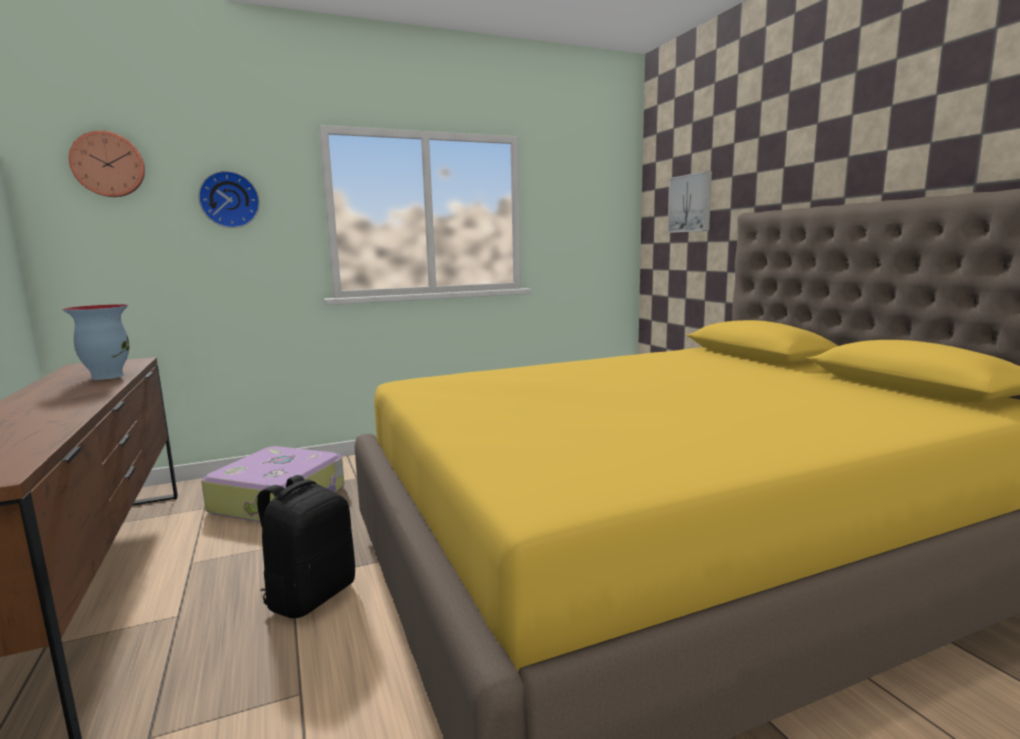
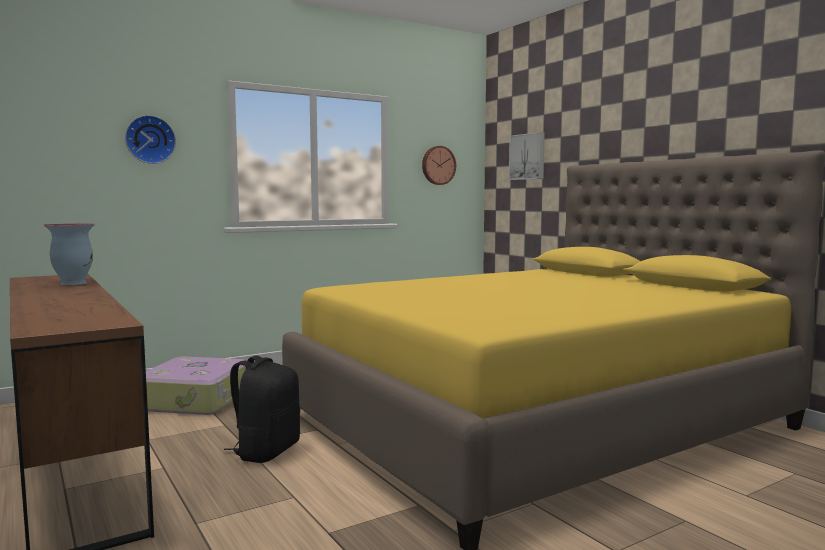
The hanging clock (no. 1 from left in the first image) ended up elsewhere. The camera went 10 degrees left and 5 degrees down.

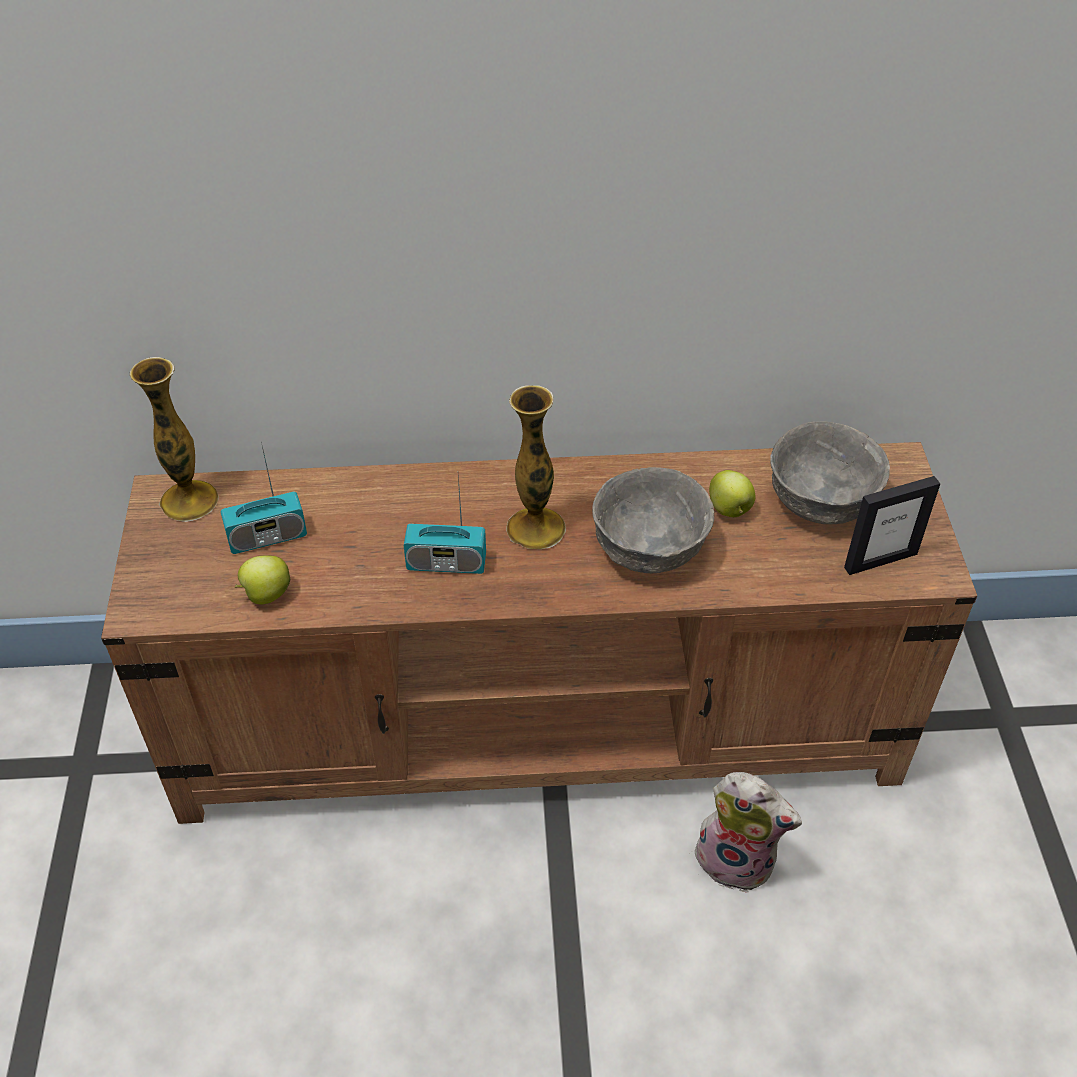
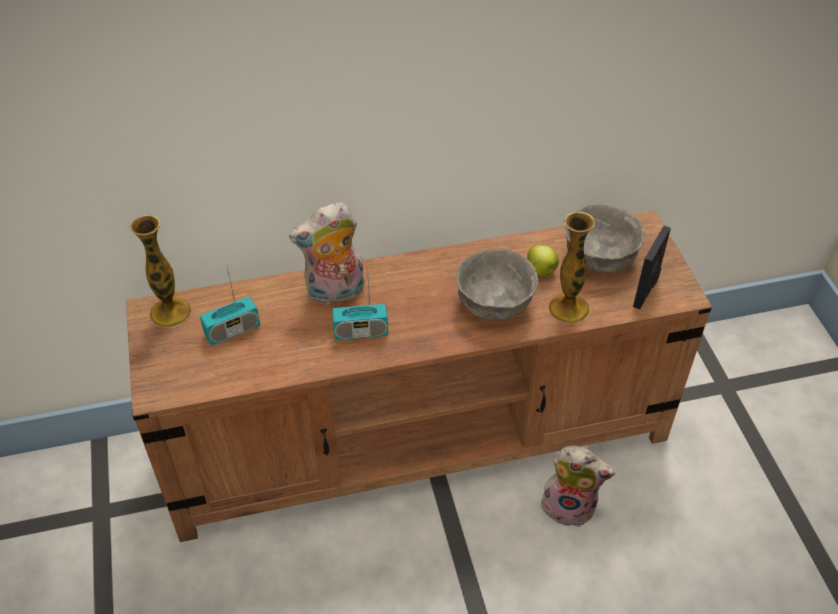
The second view gained the soft toy (no. 1 from left). The vase (no. 2 from left) ended up elsewhere. The standing frame ended up facing another way, 150 degrees clockwise from before. The second view lost the apple fruit (no. 1 from left). The camera went 10 degrees left and 0 degrees up.

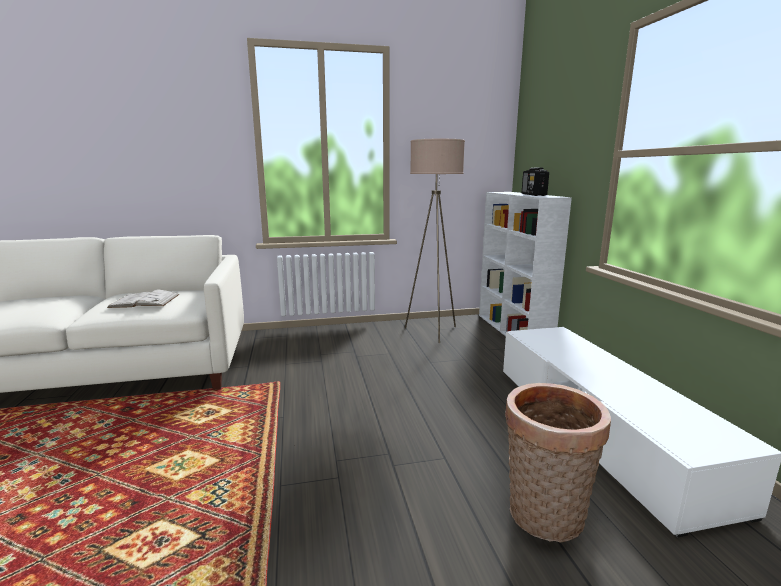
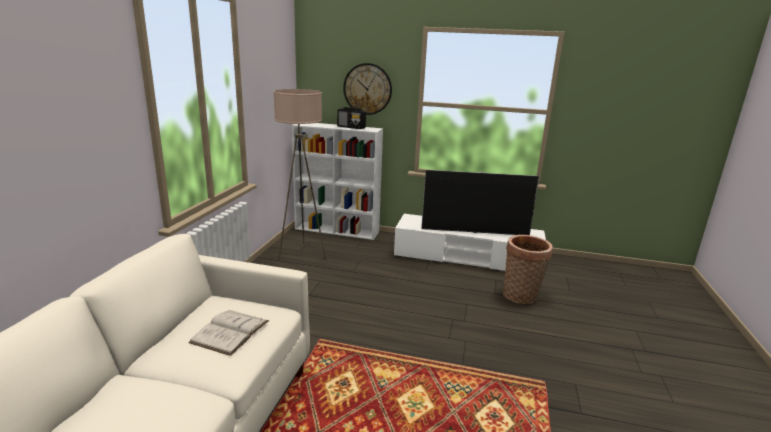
The second view gained the hanging clock. The second view gained the television. The camera went 65 degrees left and 5 degrees up.

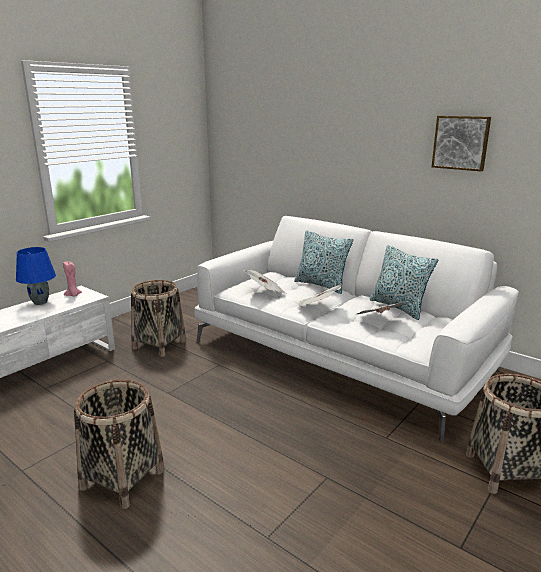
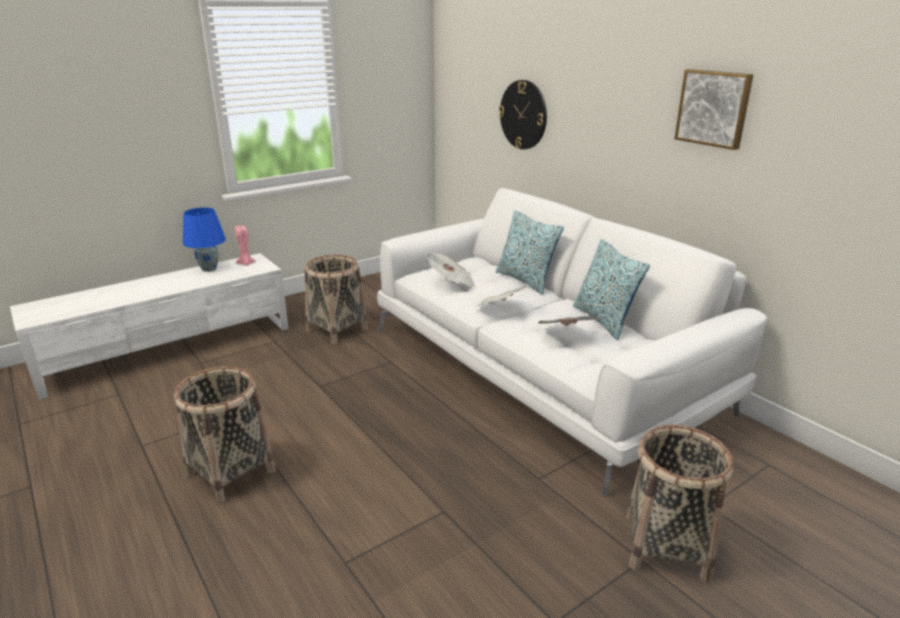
The second view gained the hanging clock. The camera went 15 degrees right and 5 degrees up.

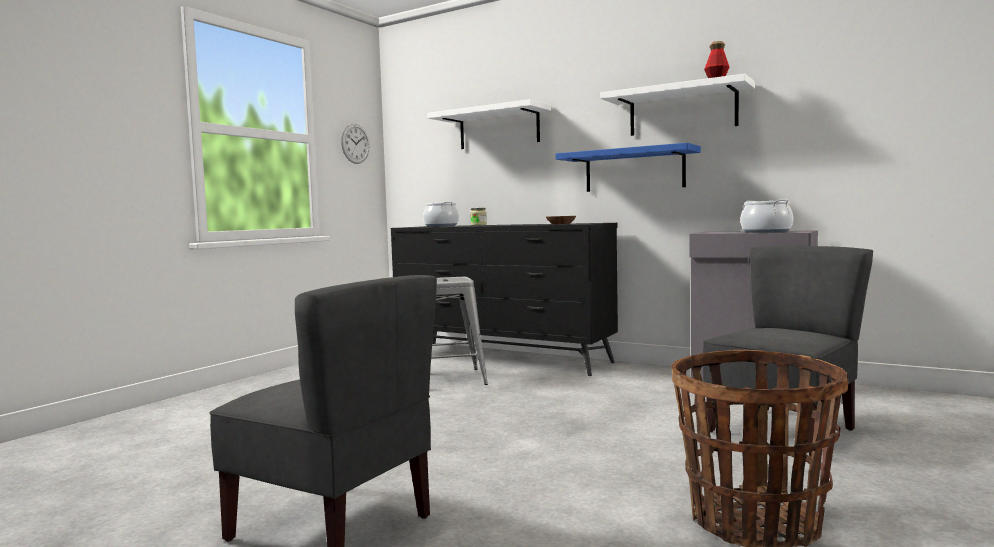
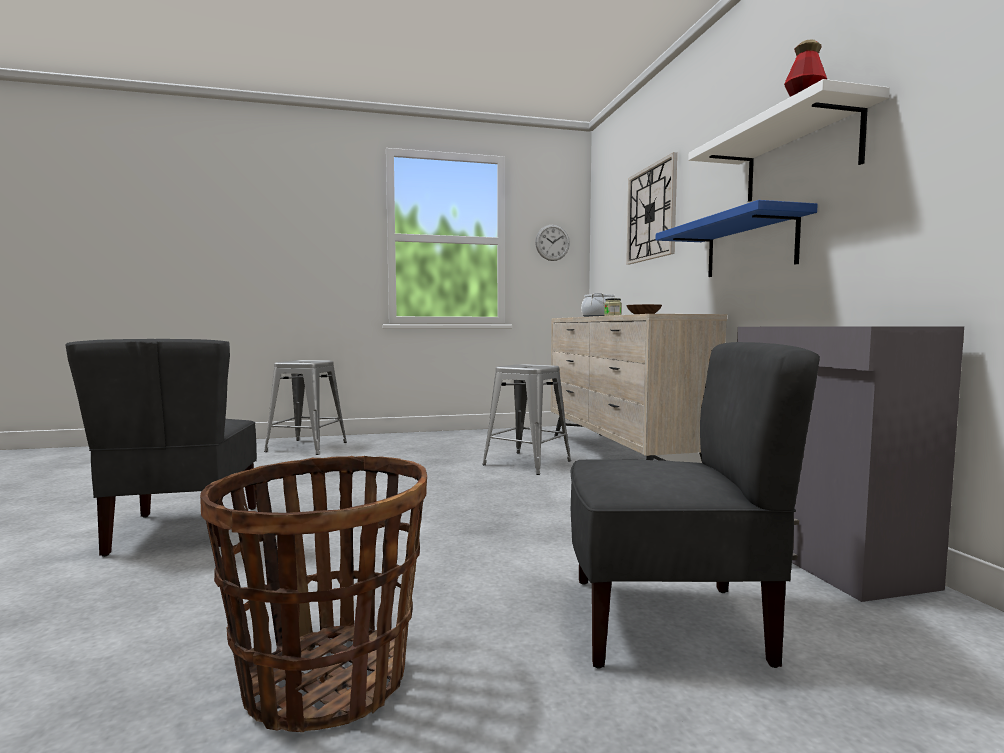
The second view gained the stool seat (gray) (no. 1 from left). What was the chest of drawers (black) turned into the chest of drawers (sand-coloured). Where the bracket shelf (white) (no. 1 from left) hung, the hanging clock (no. 2 from left) came to hang. The second view lost the cooking pot (no. 2 from left). The camera went 45 degrees right and 0 degrees up.

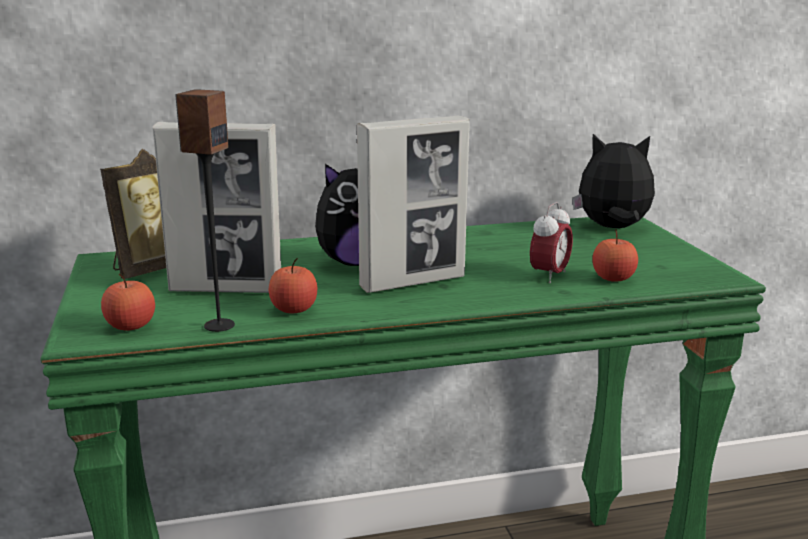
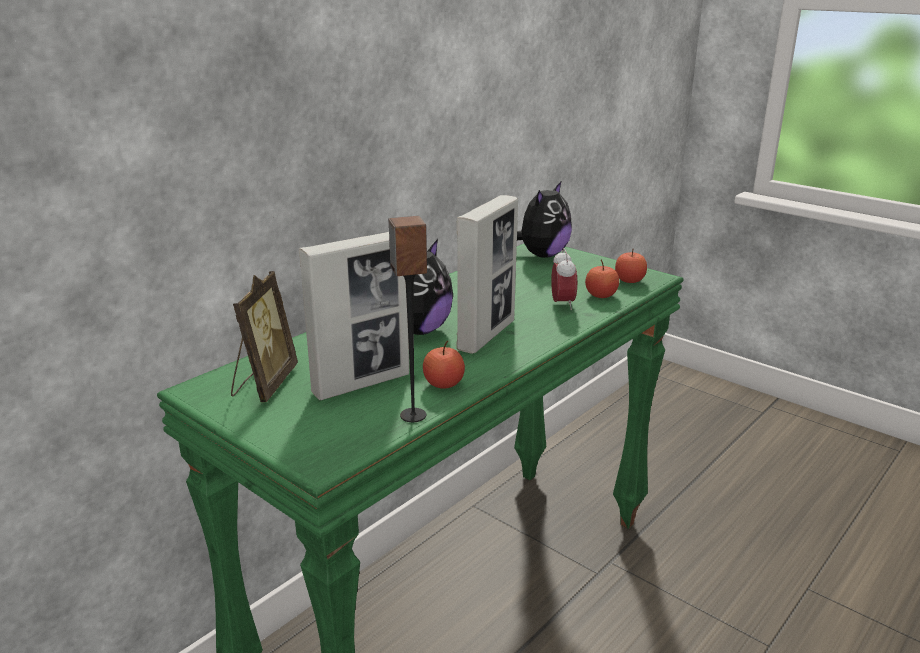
The soft toy (no. 2 from left) ended up facing another way, 150 degrees clockwise from before. The apple fruit (no. 1 from left in the first image) ended up elsewhere. The camera went 35 degrees left and 5 degrees up.

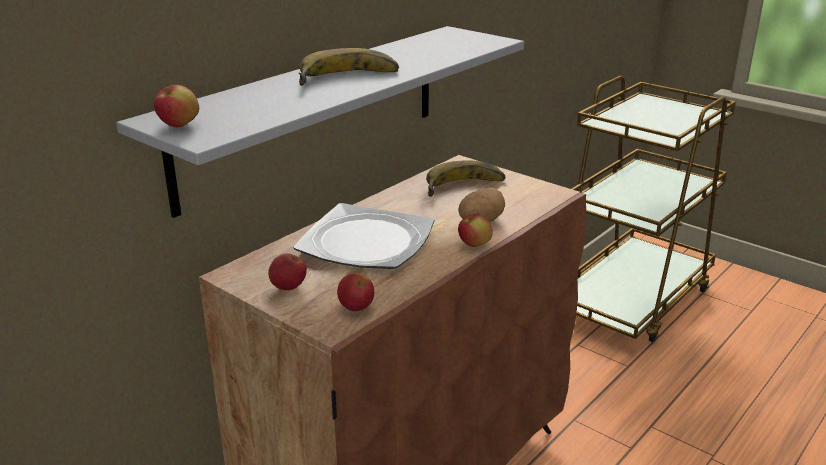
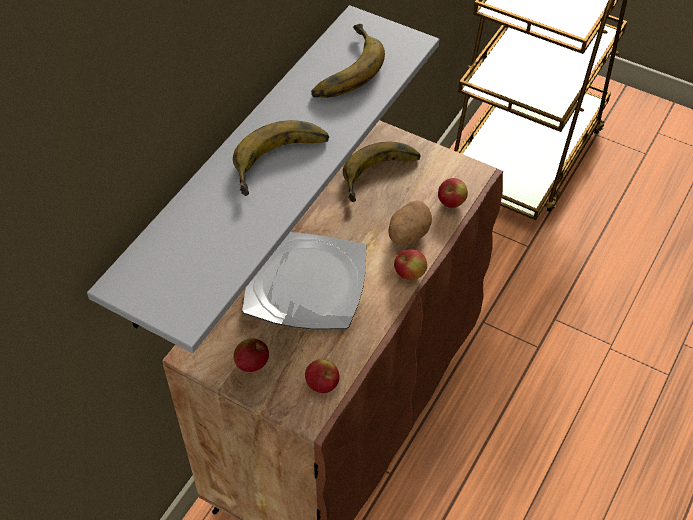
The second view gained the banana (no. 2 from left). The apple fruit (no. 1 from left in the first image) ended up elsewhere. The camera went 10 degrees left and 25 degrees up.

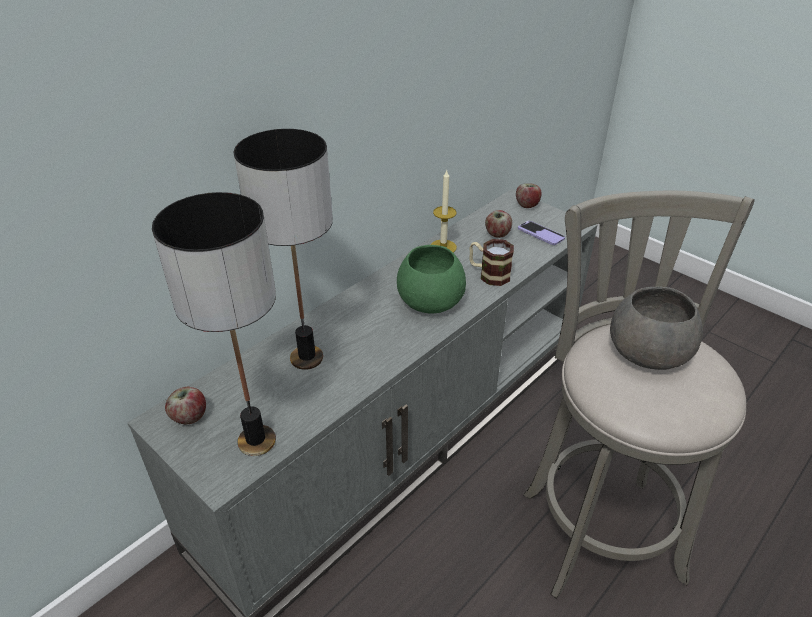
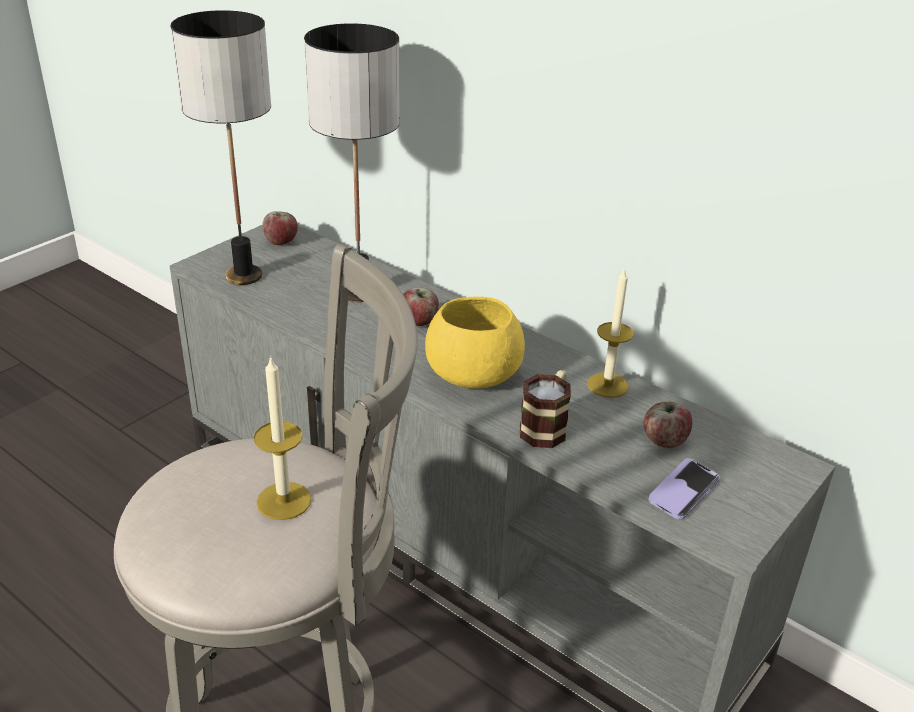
Where the deep dish (gray) stood, the wax light (no. 1 from left) came to stand. The apple fruit (no. 3 from left in the first image) ended up elsewhere. What was the deep dish (green-coloured) turned into the deep dish (yellow). The camera went 85 degrees right and 5 degrees down.

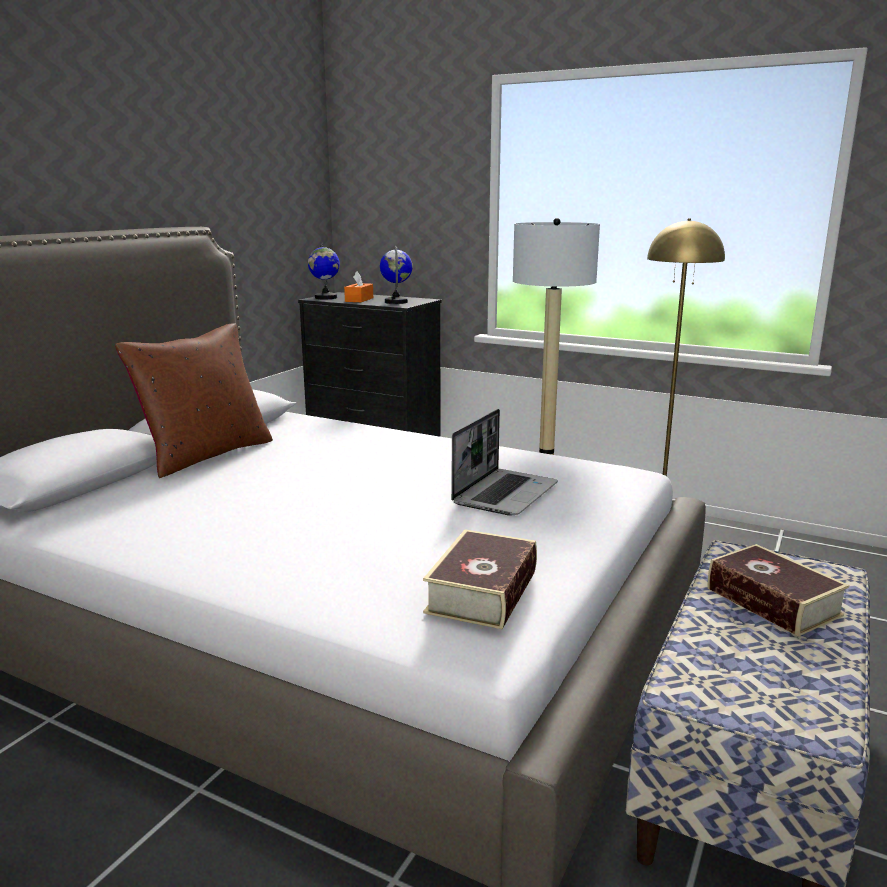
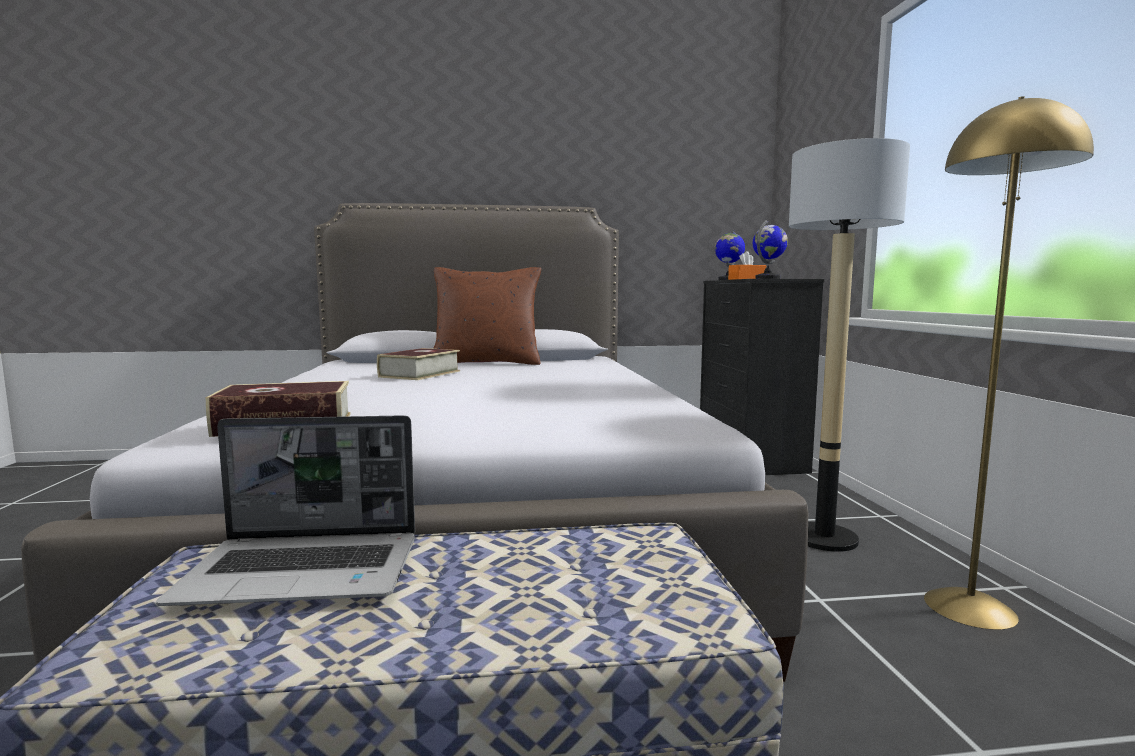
The laptop ended up elsewhere. The volume (no. 2 from left) ended up elsewhere. The camera went 55 degrees right and 10 degrees down.

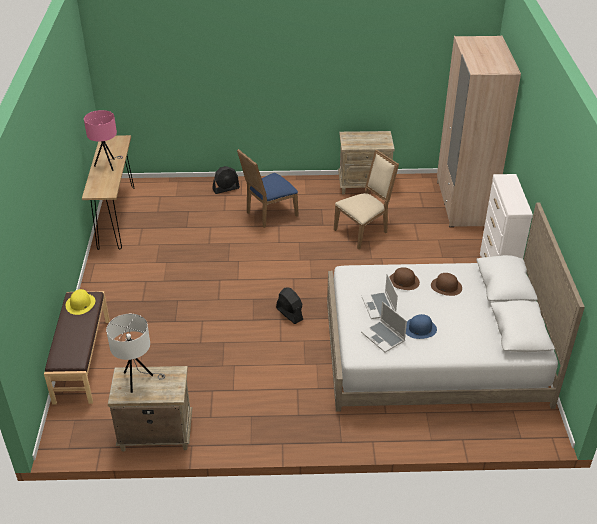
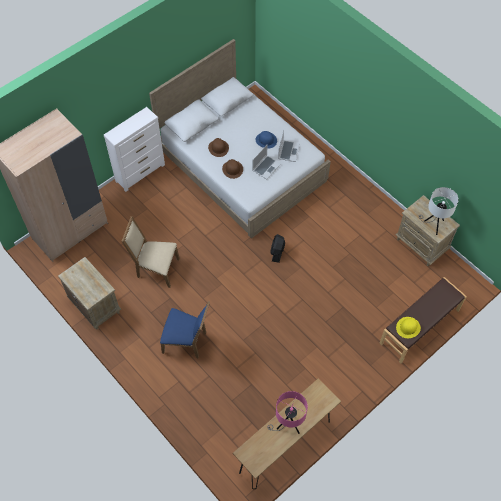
The second view lost the fan (black) (no. 1 from left). The camera went 130 degrees left and 20 degrees up.

